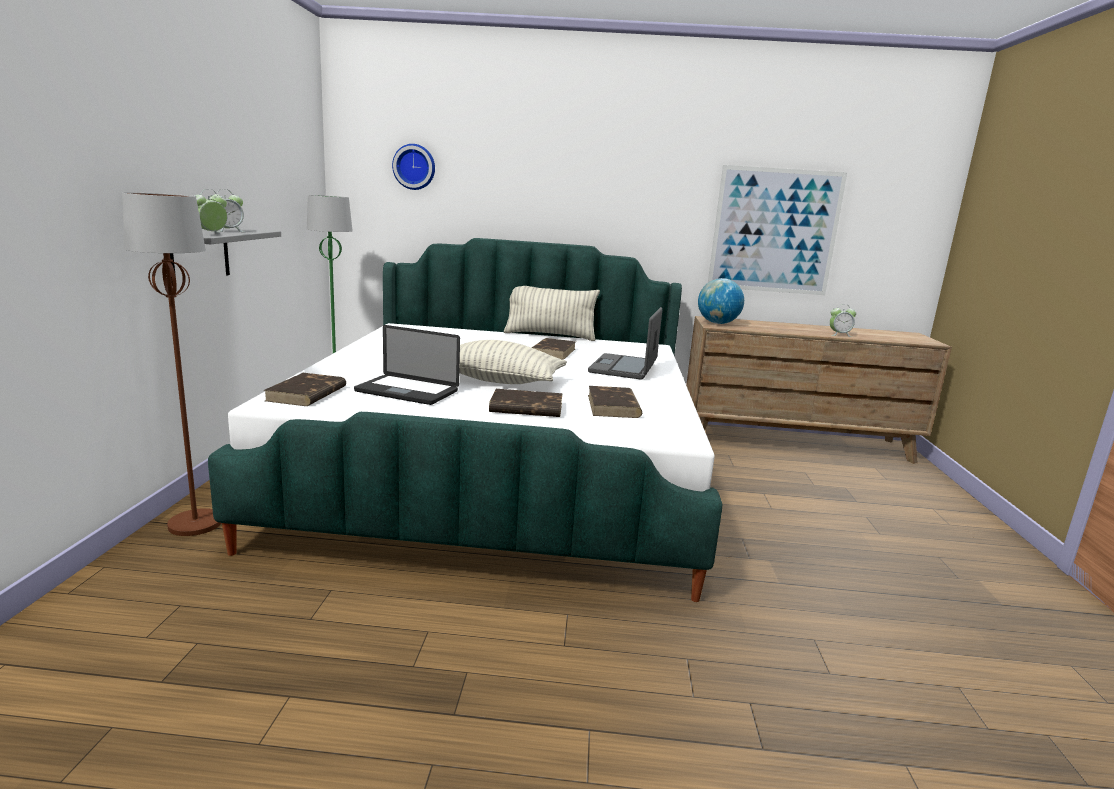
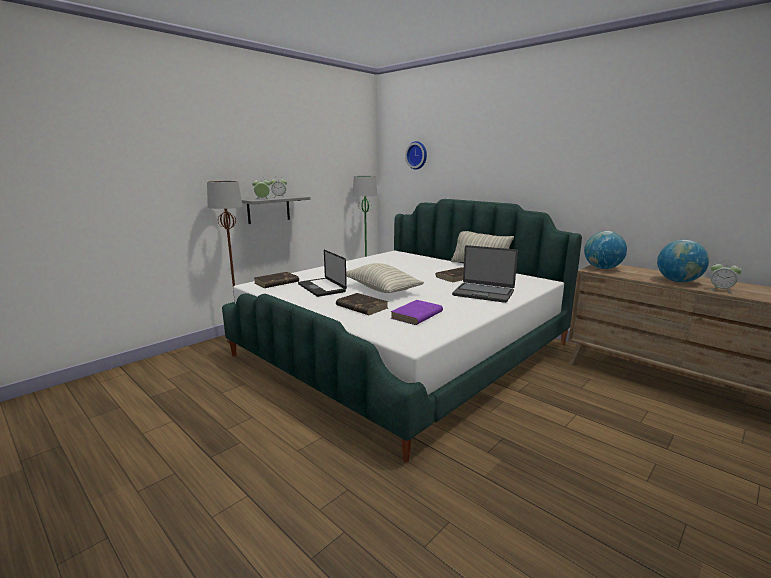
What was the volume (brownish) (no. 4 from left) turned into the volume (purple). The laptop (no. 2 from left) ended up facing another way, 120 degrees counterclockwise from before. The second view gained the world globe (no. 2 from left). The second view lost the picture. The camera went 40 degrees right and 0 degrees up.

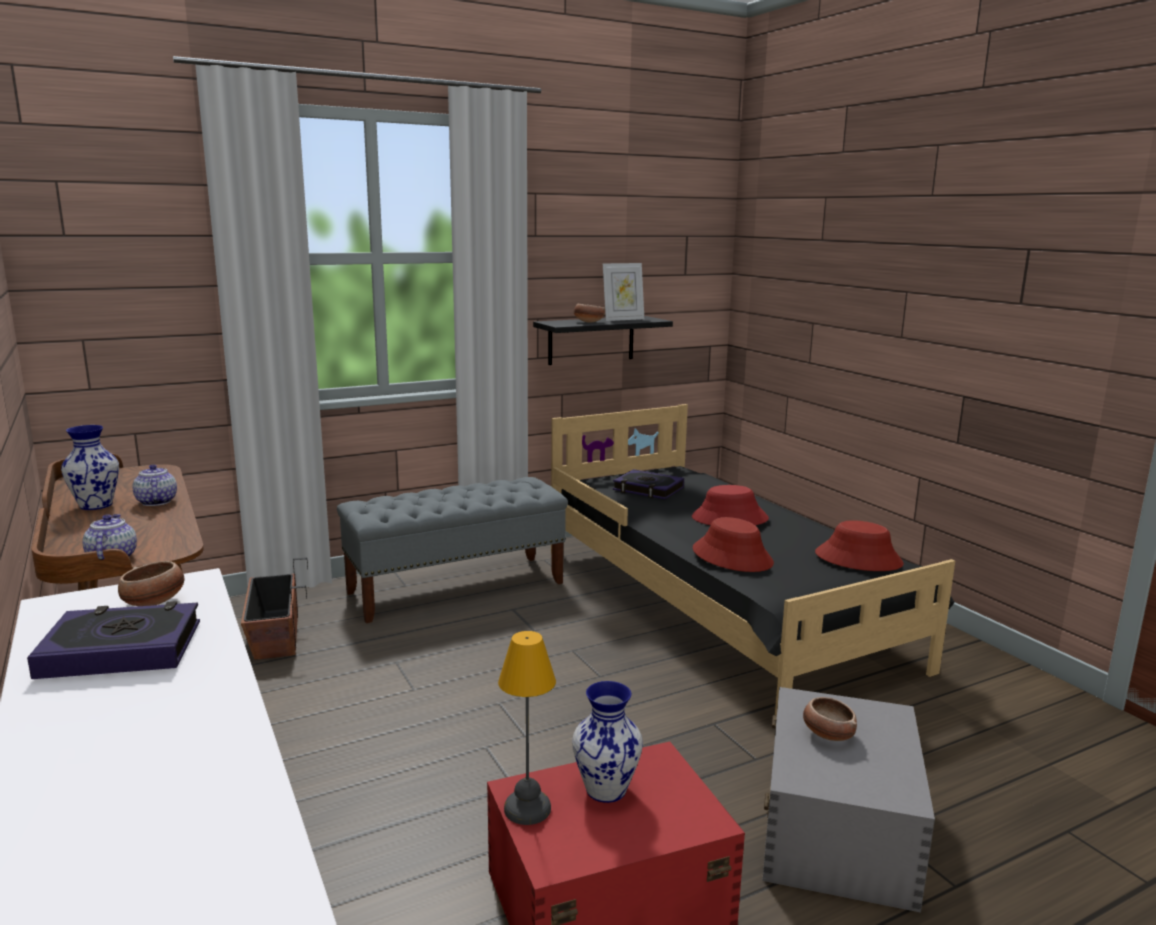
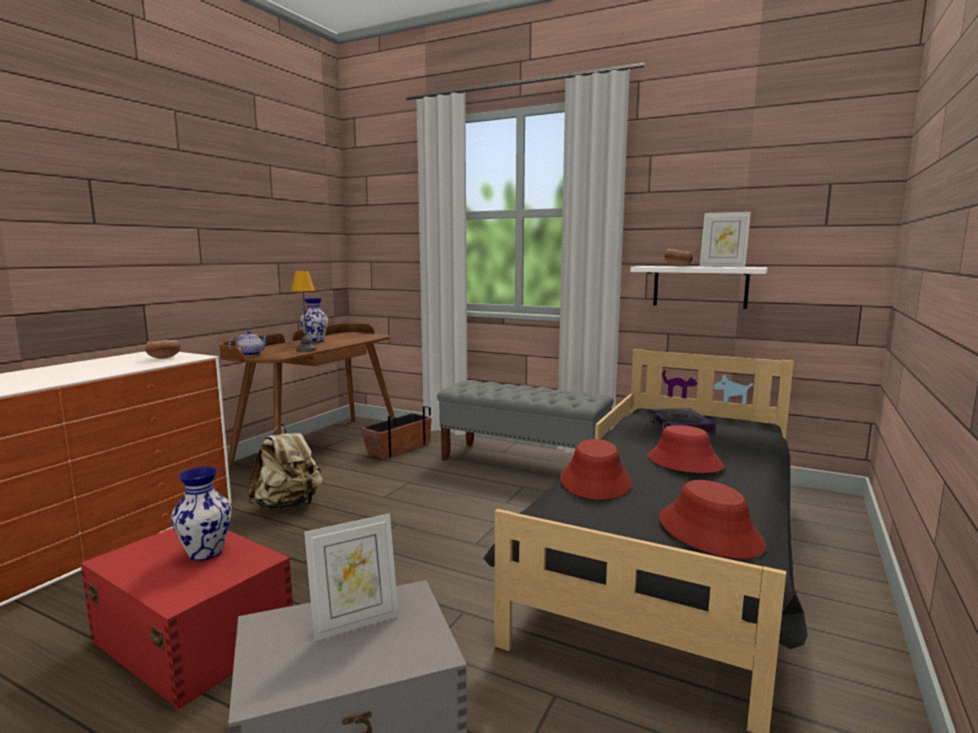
The second view gained the rucksack (sand-coloured). The tabletop lamp ended up elsewhere. Where the deep dish (no. 3 from left) stood, the standing frame (no. 1 from left) came to stand. What was the bracket shelf (black) turned into the bracket shelf (white). The second view lost the volume (no. 1 from left). The second view lost the teapot (no. 2 from left). The camera went 55 degrees right and 5 degrees down.

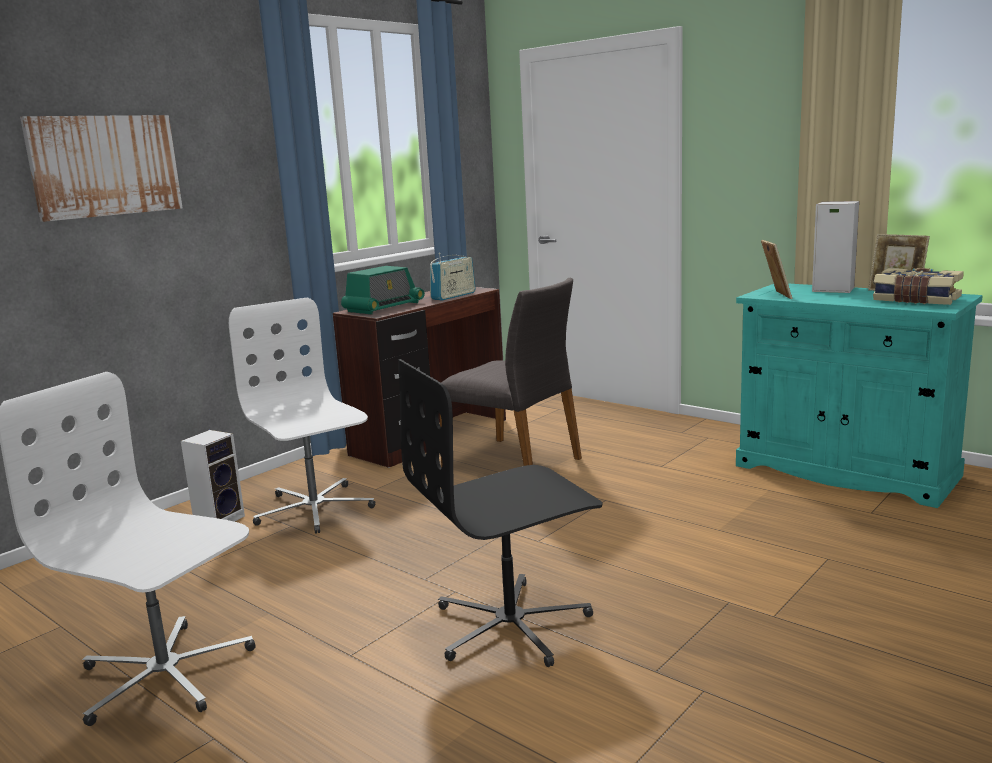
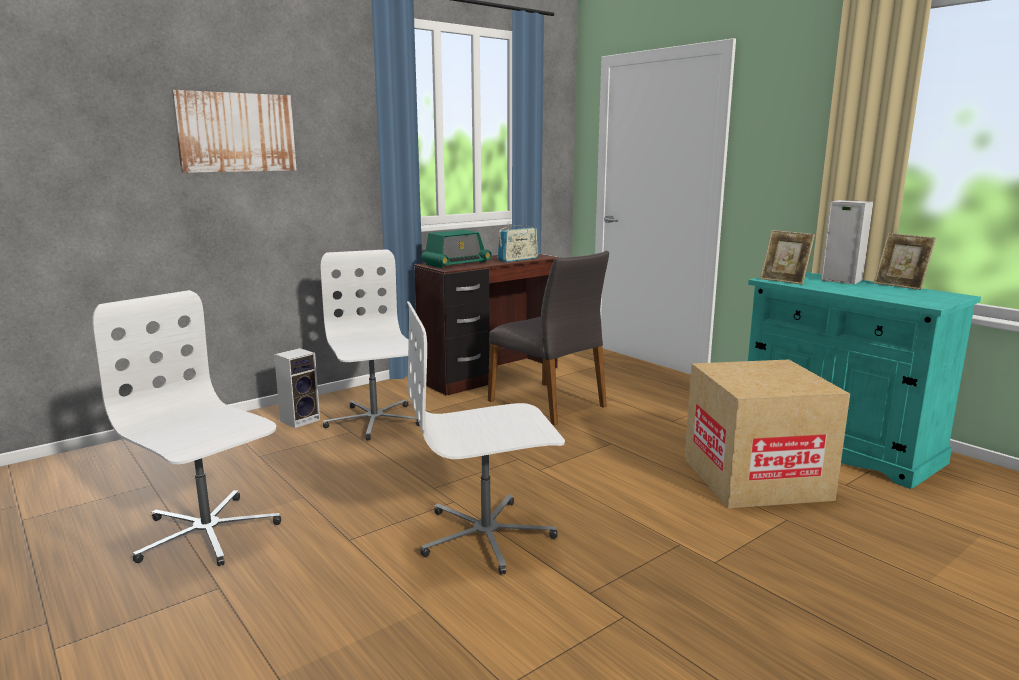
What was the office chair (black) turned into the office chair (white) (no. 3 from left). The second view gained the cardboard box. The standing frame (no. 1 from left) ended up facing another way, 120 degrees clockwise from before. The second view lost the volume. The camera went 10 degrees right and 0 degrees up.

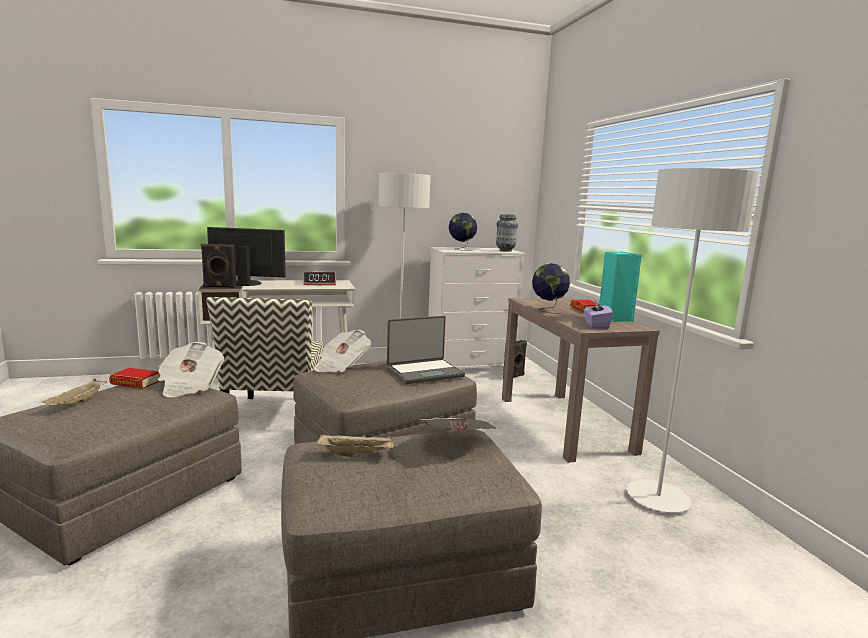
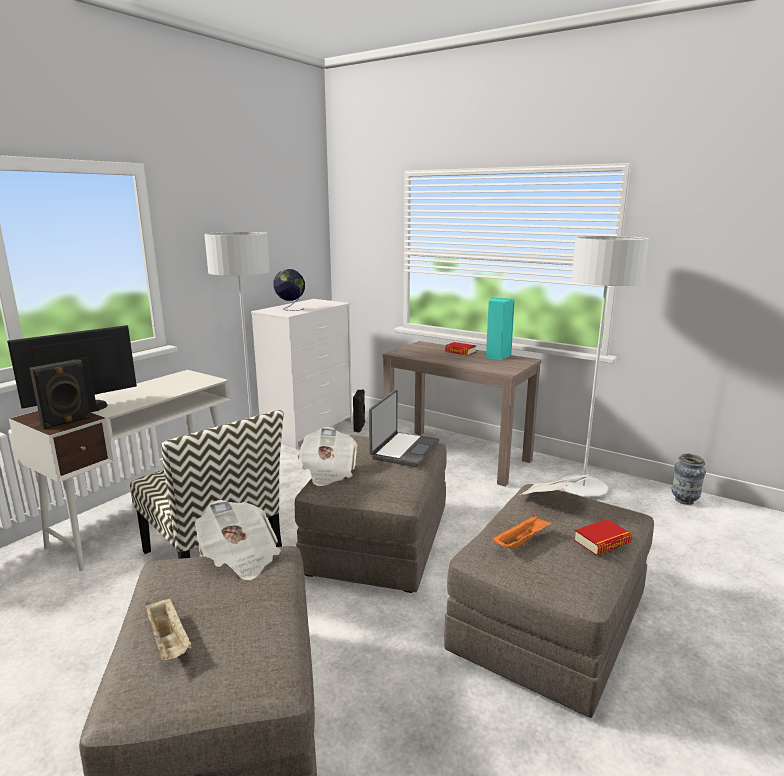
What was the tray (sand-coloured) (no. 2 from left) turned into the tray (orange-coloured). The volume (no. 1 from left in the first image) ended up elsewhere. The vase ended up elsewhere. The second view lost the alarm clock. The second view lost the world globe (no. 2 from left). The second view lost the tissue holder (purple). The camera went 40 degrees left and 5 degrees up.

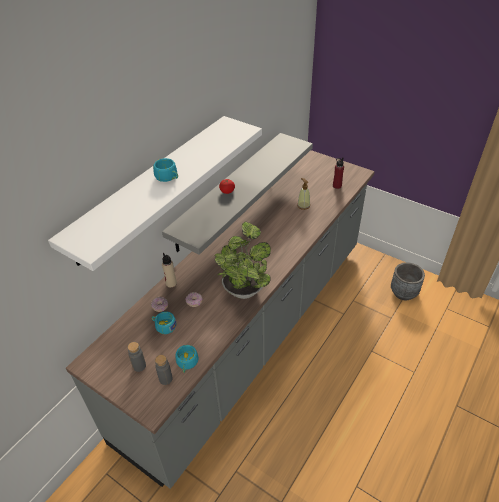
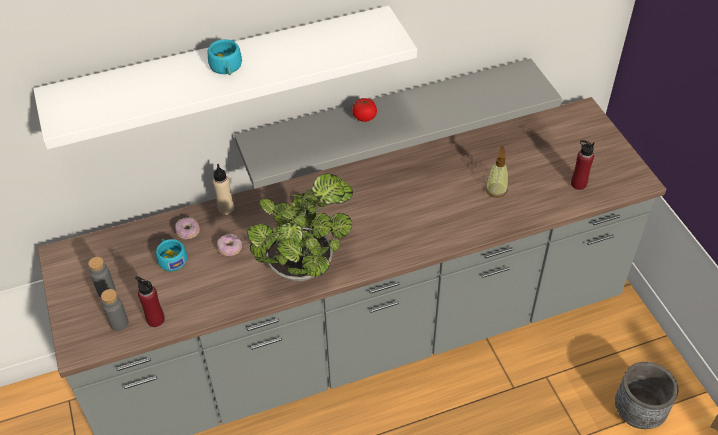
Where the cup (turquoise) (no. 3 from left) stood, the beverage bottle (reddish) (no. 1 from left) came to stand. The camera went 35 degrees right and 5 degrees up.

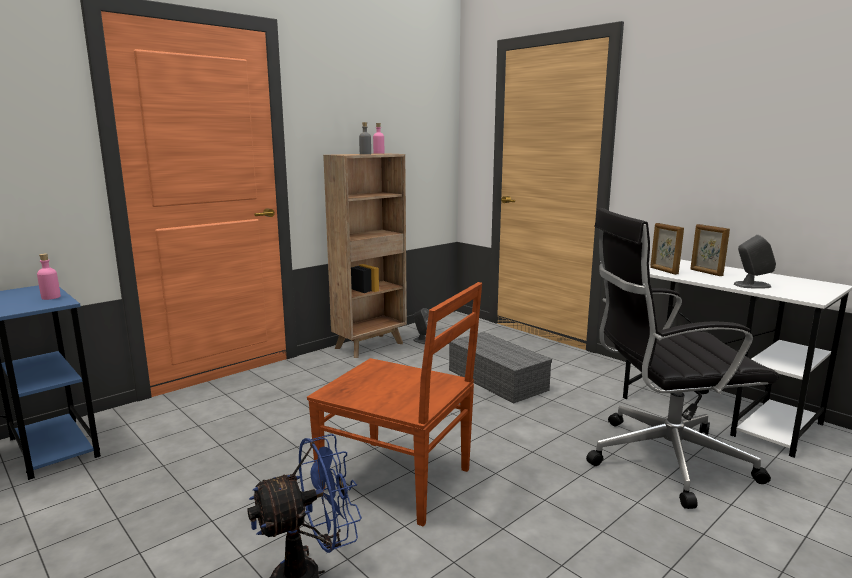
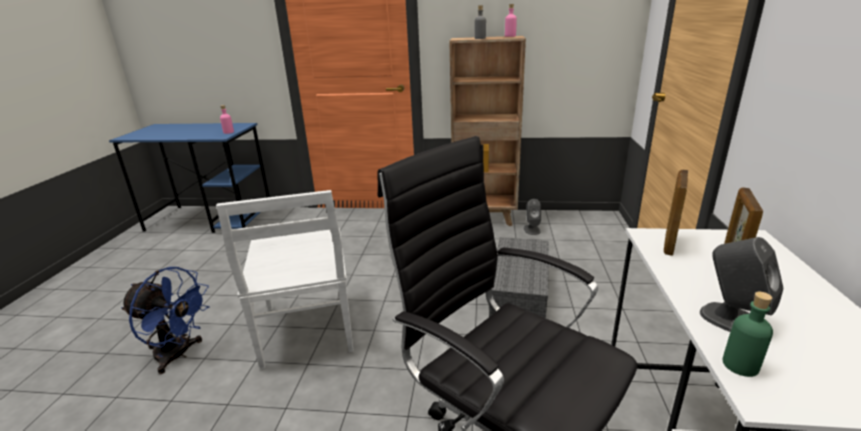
What was the chair (brownish) turned into the chair (white). The second view gained the beverage bottle (green-coloured). The camera went 50 degrees right and 10 degrees up.

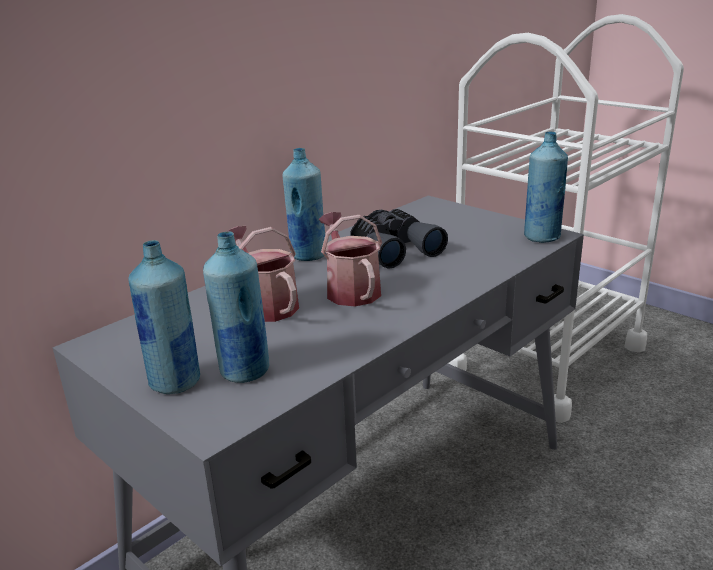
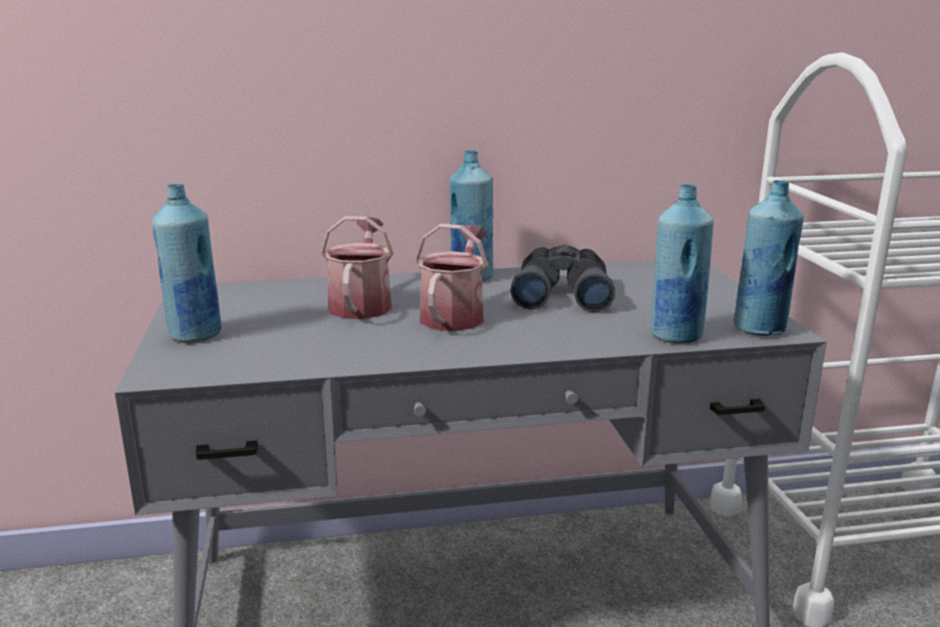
The beverage bottle (bluish) (no. 2 from left in the first image) ended up elsewhere. The camera went 35 degrees right and 5 degrees down.

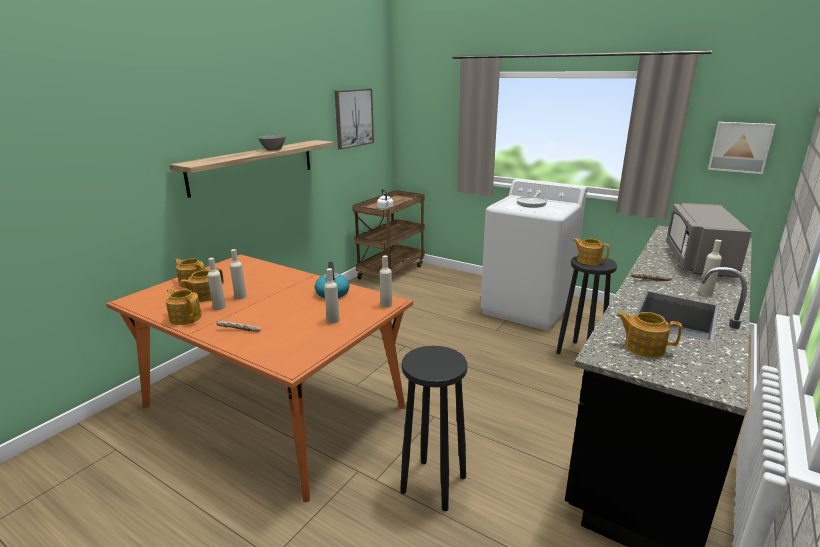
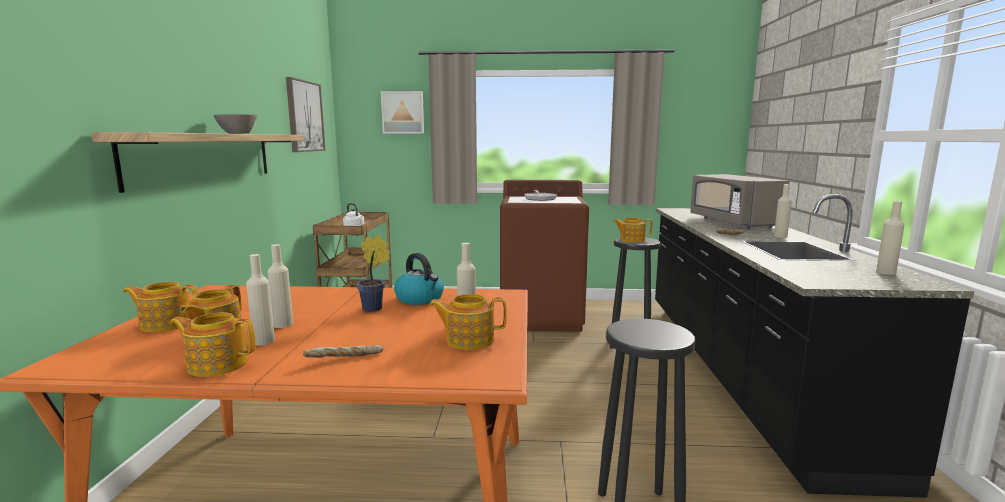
The second view gained the houseplant. The picture (no. 2 from left) ended up elsewhere. The teapot (no. 5 from left in the first image) ended up elsewhere. What was the washing machine (white) turned into the washing machine (brownish). The beverage bottle (sand-coloured) (no. 4 from left in the first image) ended up elsewhere. The camera went 30 degrees left and 10 degrees down.

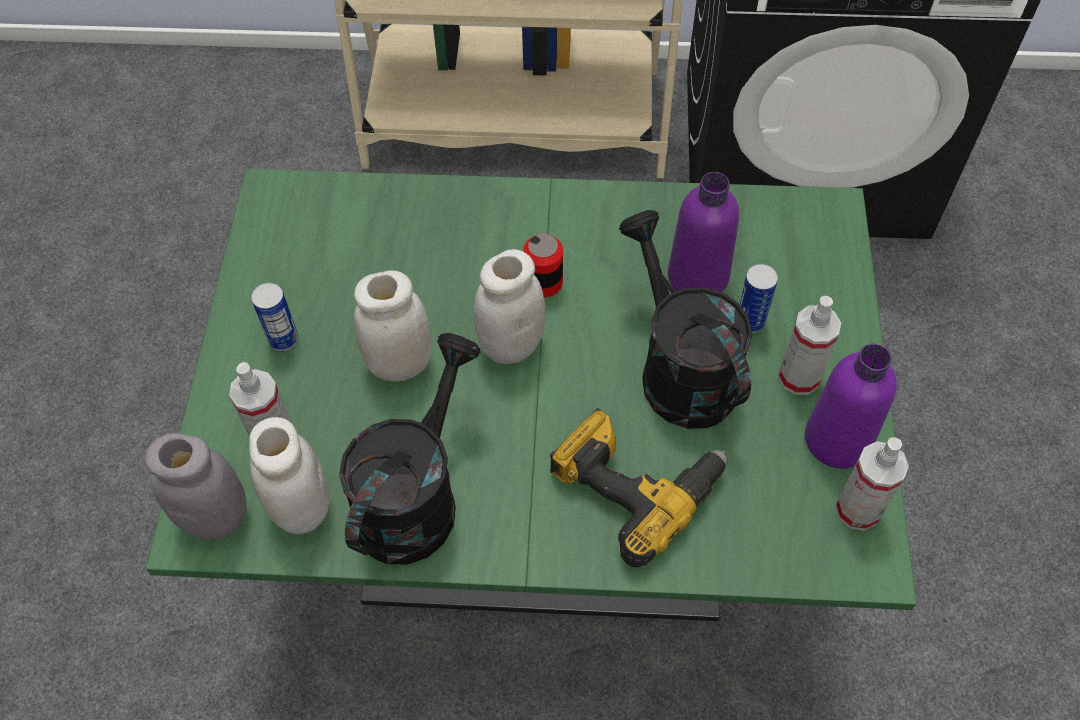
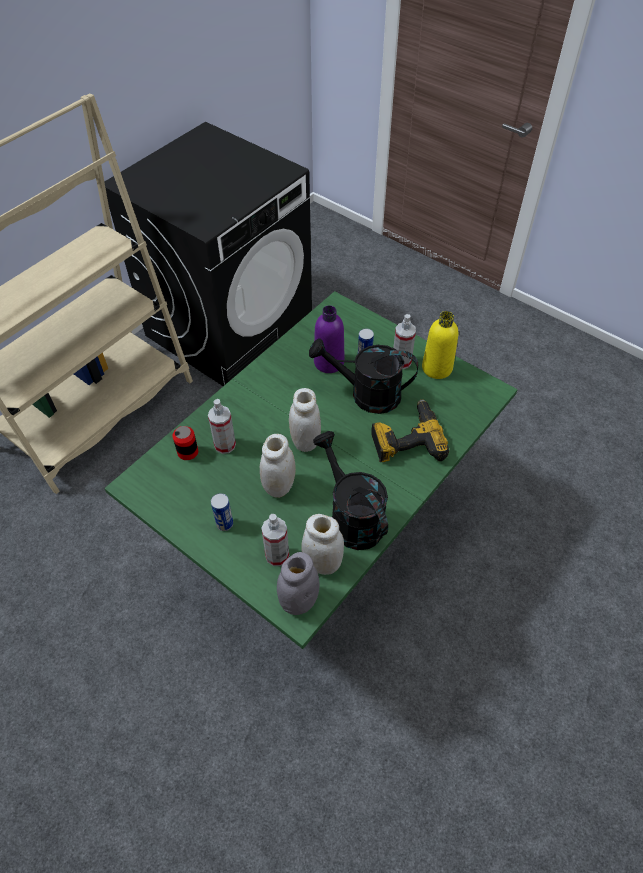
The can (no. 2 from left in the first image) ended up elsewhere. The spray bottle (no. 3 from left in the first image) ended up elsewhere. What was the beverage bottle (purple) (no. 2 from left) turned into the beverage bottle (yellow). The camera went 55 degrees left and 5 degrees down.

